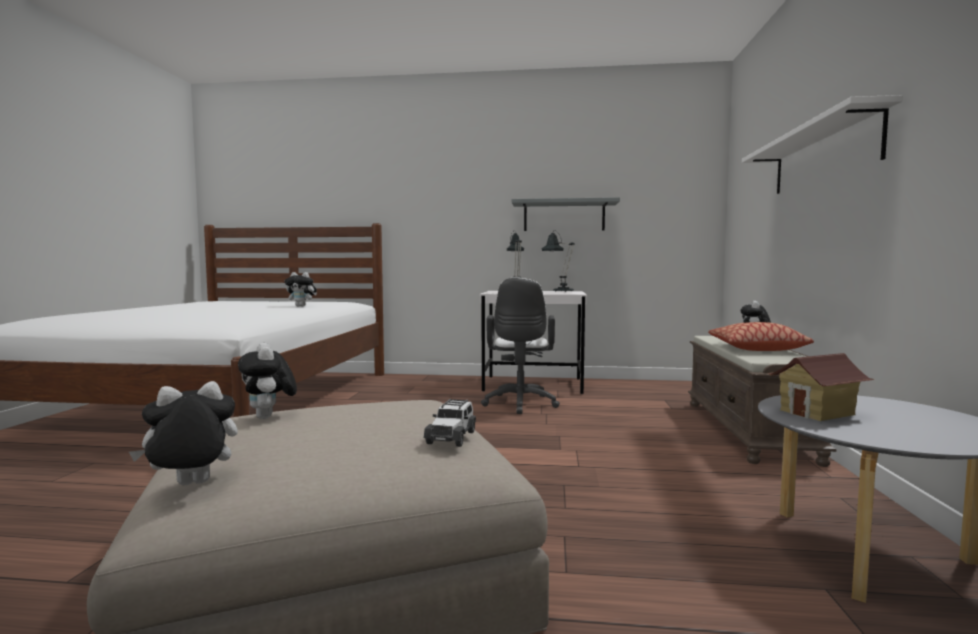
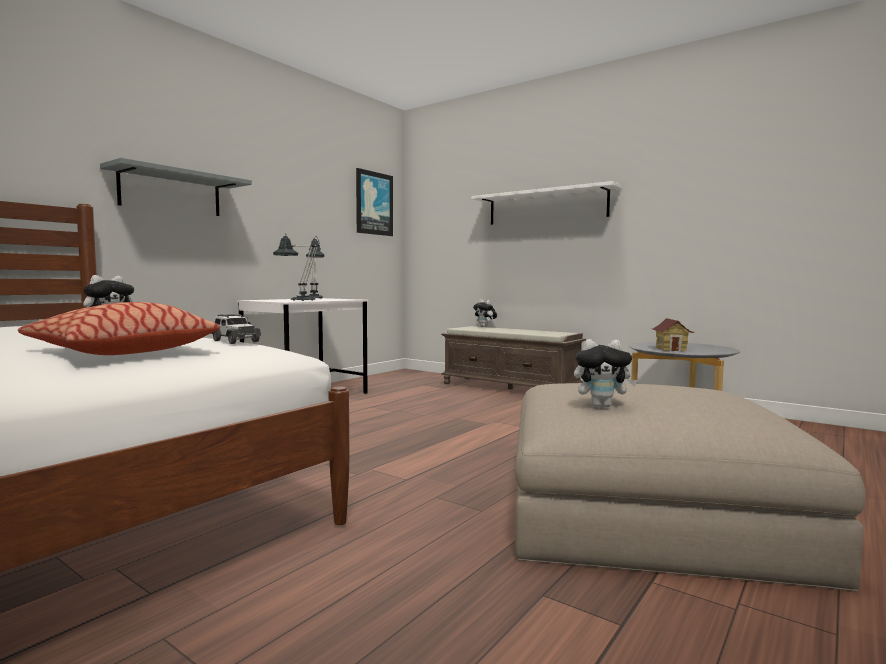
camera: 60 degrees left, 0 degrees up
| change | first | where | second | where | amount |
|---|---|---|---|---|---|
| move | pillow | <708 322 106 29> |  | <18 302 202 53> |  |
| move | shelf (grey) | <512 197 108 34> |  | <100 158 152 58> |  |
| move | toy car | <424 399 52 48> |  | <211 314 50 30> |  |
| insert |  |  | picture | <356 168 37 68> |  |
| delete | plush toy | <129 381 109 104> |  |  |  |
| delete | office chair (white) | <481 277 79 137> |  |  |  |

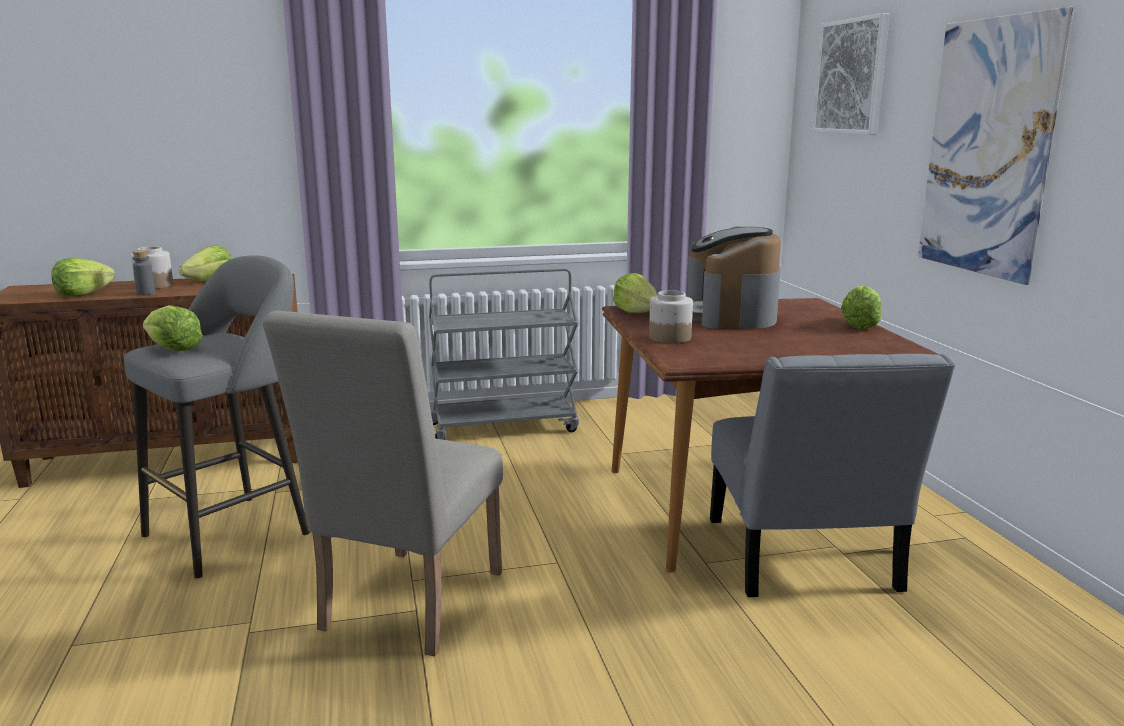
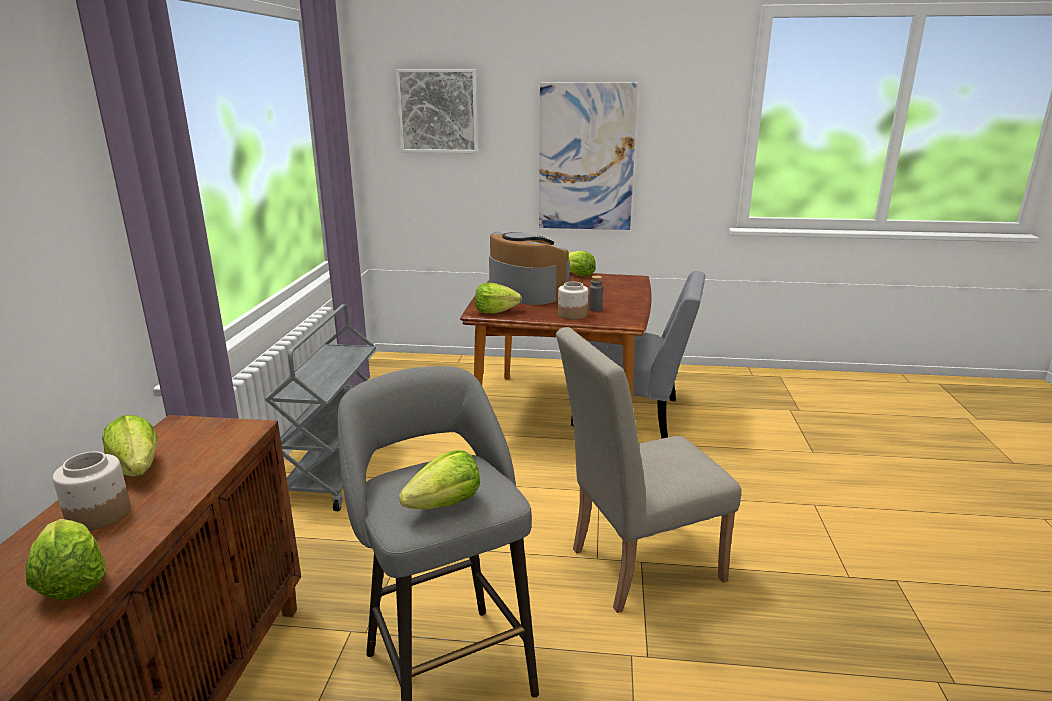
camera: 70 degrees left, 5 degrees up
| change | first | where | second | where | amount |
|---|---|---|---|---|---|
| rotate | coffee machine | <687 227 94 102> |  | <489 232 81 73> | 150 degrees counterclockwise |
| rotate | chair (beige) | <263 310 240 347> |  | <556 327 185 286> | 120 degrees clockwise |
| move | bottle (grey) | <133 250 22 45> |  | <589 275 14 36> |  |

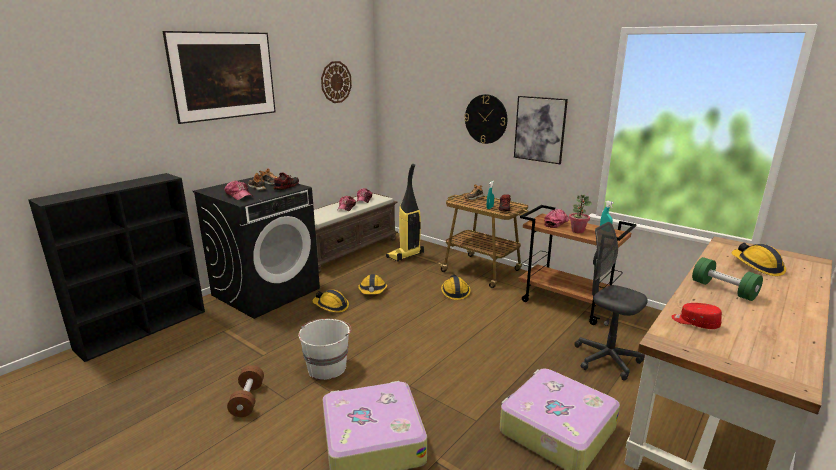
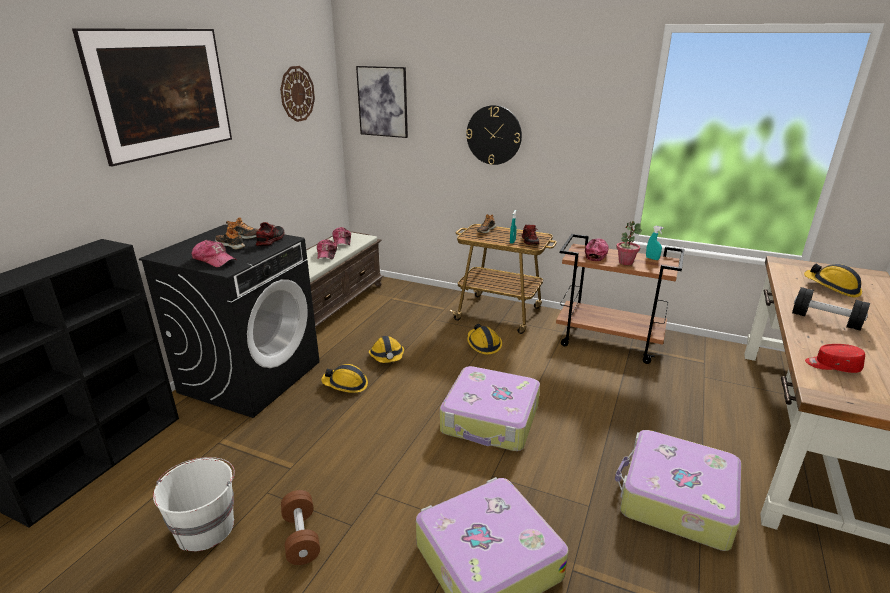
camera: 15 degrees left, 5 degrees up
| change | first | where | second | where | amount |
|---|---|---|---|---|---|
| move | bucket (white) | <299 319 52 61> |  | <153 457 82 94> |  |
| move | picture | <514 96 54 68> |  | <356 66 52 72> |  |
| insert |  |  | suitcase | <440 366 100 85> |  |
| recolor | dumbbell (green) | <692 257 71 44> | dumbbell (black) | <792 287 78 43> |  |
| delete | vacuum cleaner | <386 164 38 98> |  |  |  |
| delete | office chair (grey) | <574 222 74 159> |  |  |  |

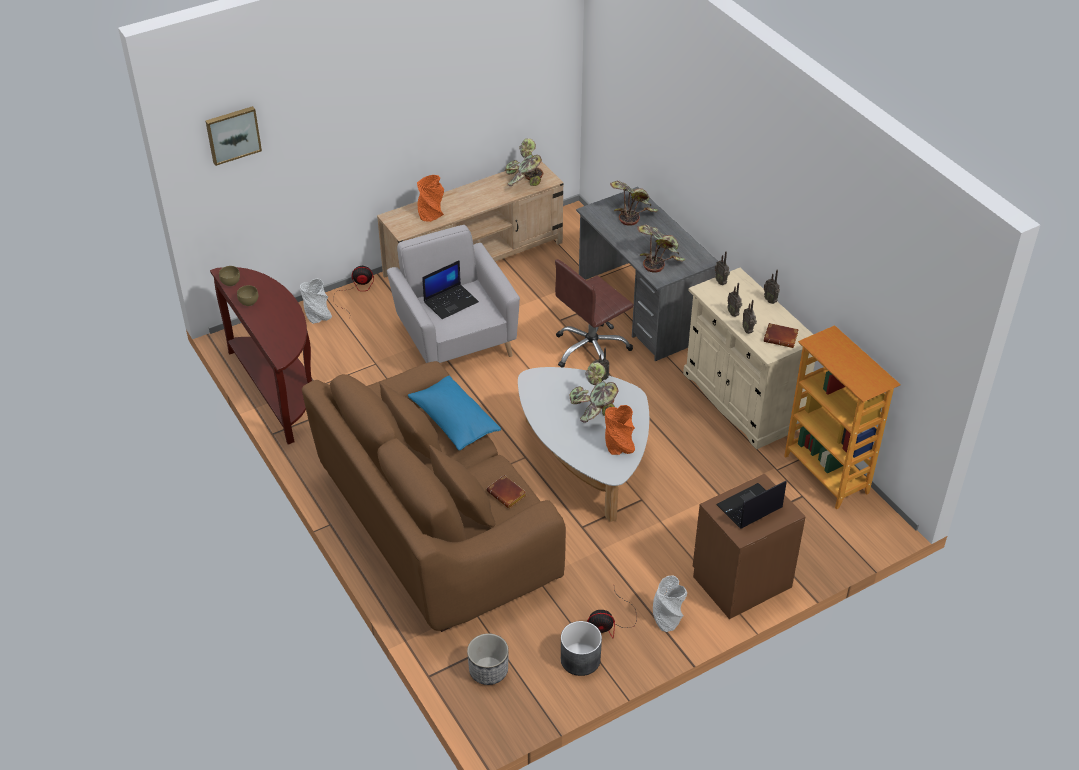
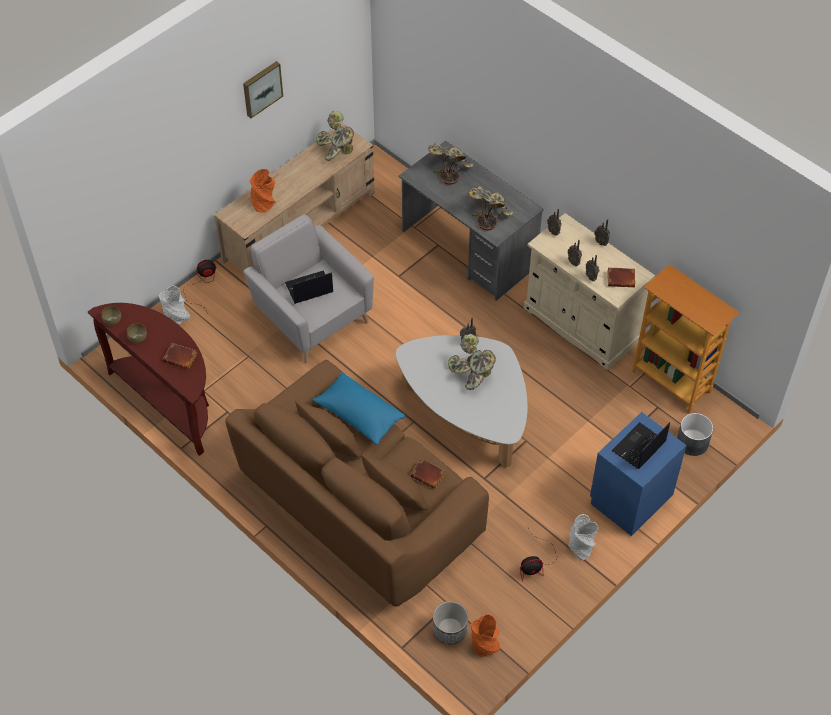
camera: 15 degrees left, 10 degrees up
| change | first | where | second | where | amount |
|---|---|---|---|---|---|
| insert |  |  | book (brown) | <163 343 34 26> |  |
| move | picture | <206 106 56 60> |  | <243 61 40 57> |  |
| rotate | laptop | <422 260 57 59> |  | <285 270 48 34> | 150 degrees counterclockwise |
| move | vase (orange) | <605 405 30 50> |  | <471 614 29 43> |  |
| recolor | nightstand (brown) | <693 473 113 146> | nightstand (blue) | <590 412 96 124> |  |
| move | planter (grey) | <561 621 41 55> |  | <677 413 36 43> |  |
| delete | office chair (brown) | <555 259 78 109> |  |  |  |

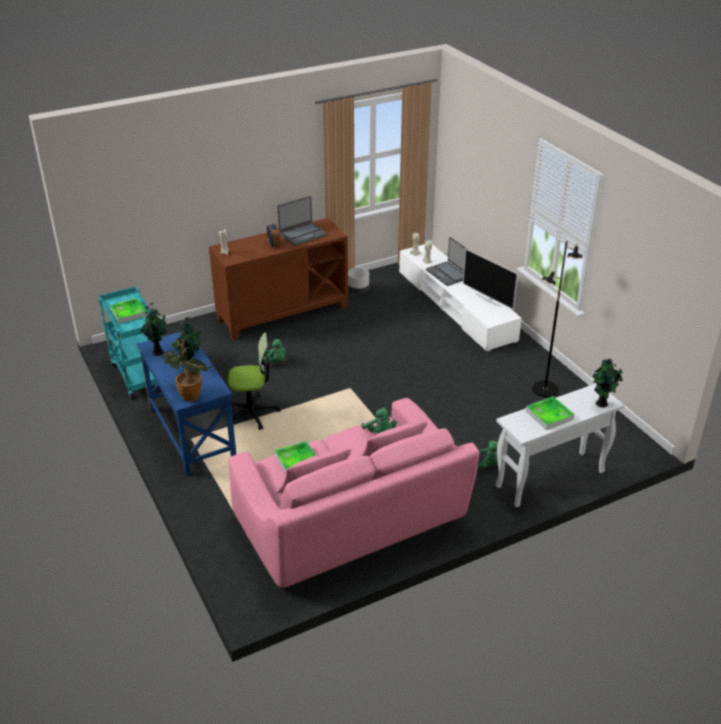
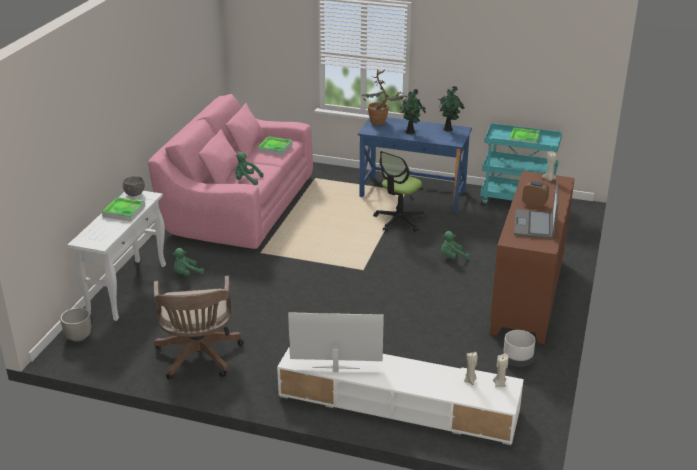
camera: 135 degrees right, 5 degrees down
| change | first | where | second | where | amount |
|---|---|---|---|---|---|
| insert |  |  | planter (grey) | <60 308 31 34> |  |
| insert |  |  | bowl (grey) | <123 176 22 20> |  |
| replace | floor lamp (black) | <532 241 50 156> | office chair (brown) | <154 276 90 104> |  |
| delete | laptop | <426 237 43 49> |  |  |  |
| delete | potted plant | <593 359 30 49> |  |  |  |

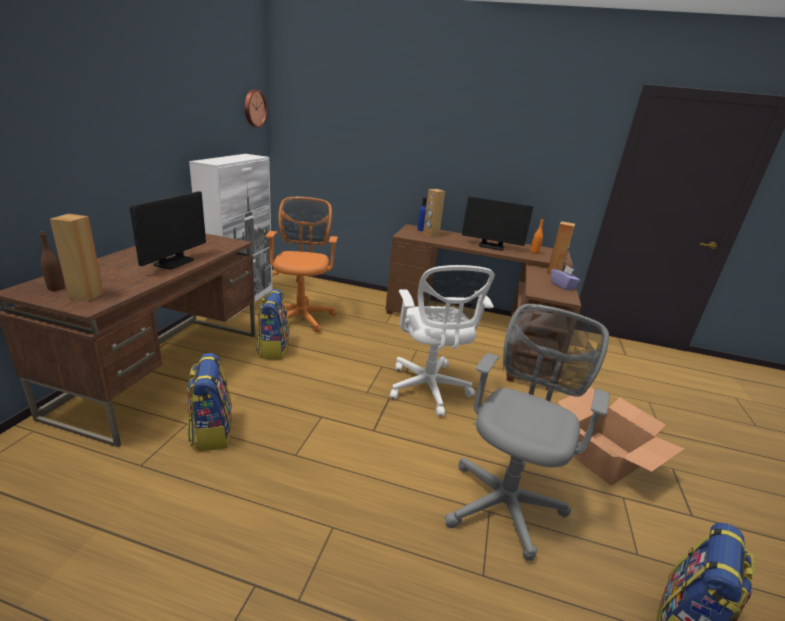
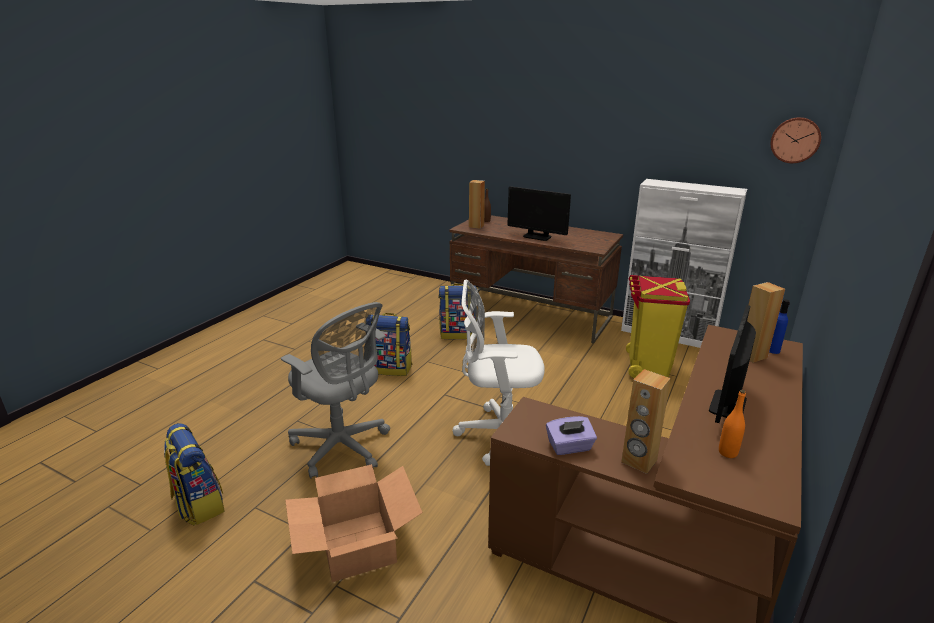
camera: 105 degrees right, 0 degrees up
| change | first | where | second | where | amount |
|---|---|---|---|---|---|
| move | backpack | <256 289 34 70> |  | <370 313 43 63> |  |
| replace | office chair (orange) | <266 197 72 136> | trash can (yellow) | <626 275 64 103> |  |

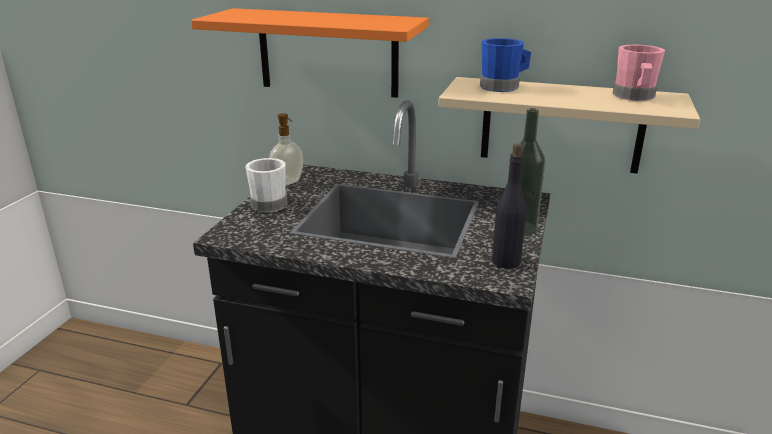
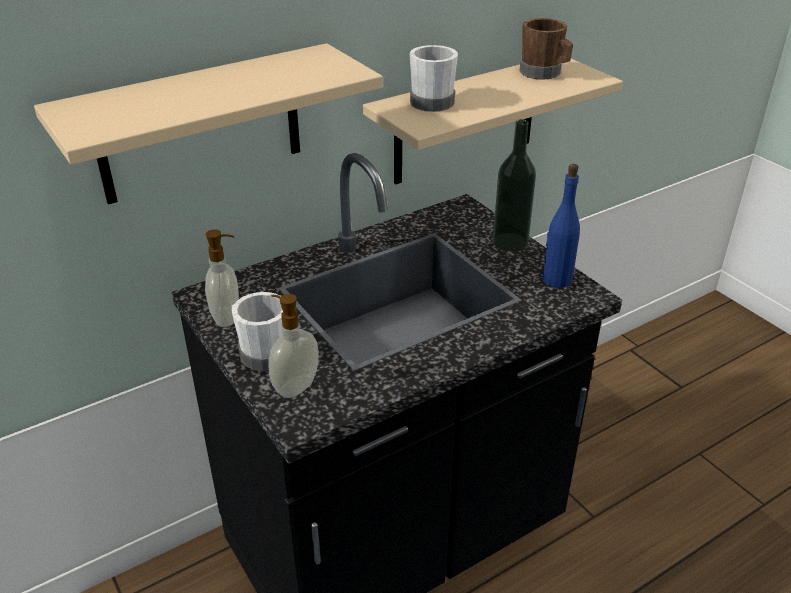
camera: 50 degrees left, 10 degrees up
| change | first | where | second | where | amount |
|---|---|---|---|---|---|
| recolor | shelf (orange) | <191 8 238 90> | shelf (beige) | <34 43 349 161> |  |
| insert |  |  | soap dispenser | <268 294 51 104> |  |
| recolor | mug (blue) | <480 38 51 54> | mug (white) | <410 45 48 67> |  |
| recolor | mug (pink) | <613 45 52 56> | mug (brown) | <520 18 53 62> |  |
| recolor | bottle (black) | <492 143 34 126> | bottle (blue) | <543 164 37 124> |  |

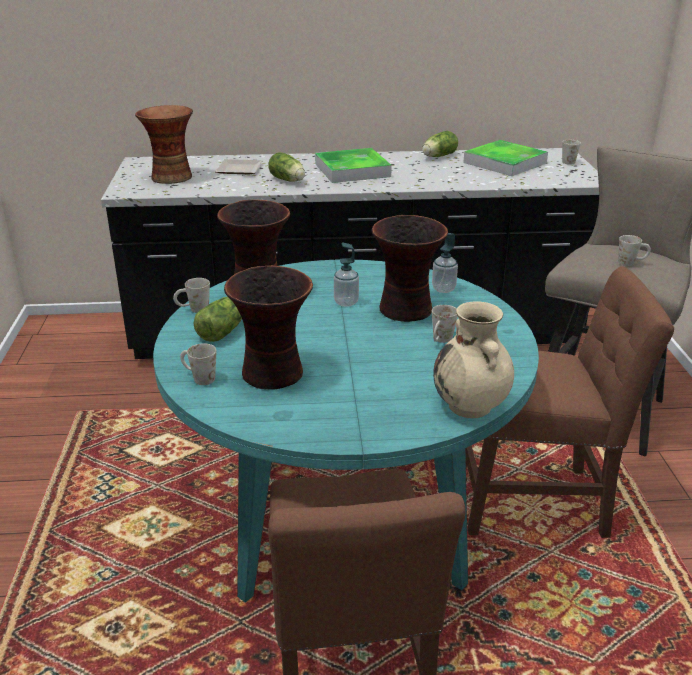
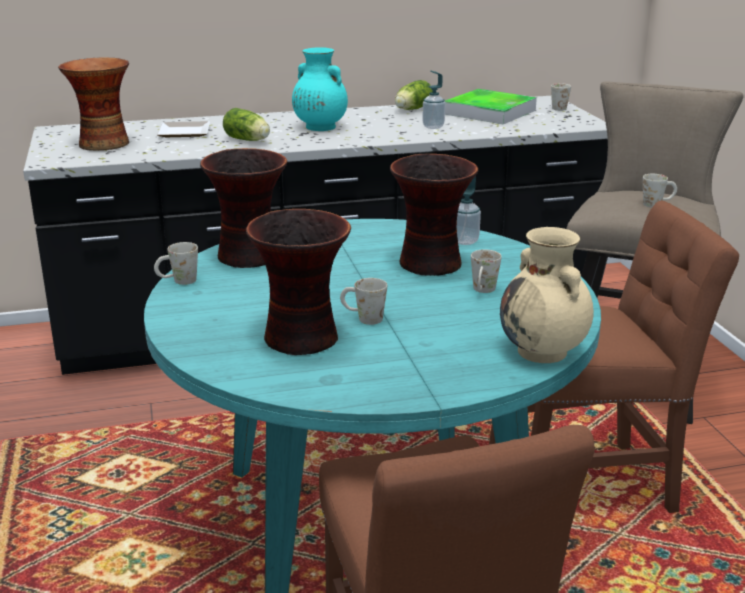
camera: 10 degrees left, 5 degrees down
| change | first | where | second | where | amount |
|---|---|---|---|---|---|
| replace | tray | <315 148 77 35> | vase (turquoise) | <292 47 56 84> |  |
| move | mug (white) | <180 343 36 42> |  | <340 278 47 47> |  |
| move | soap dispenser | <334 242 25 65> |  | <422 70 23 59> |  |
| delete | lettuce | <193 297 49 45> |  |  |  |

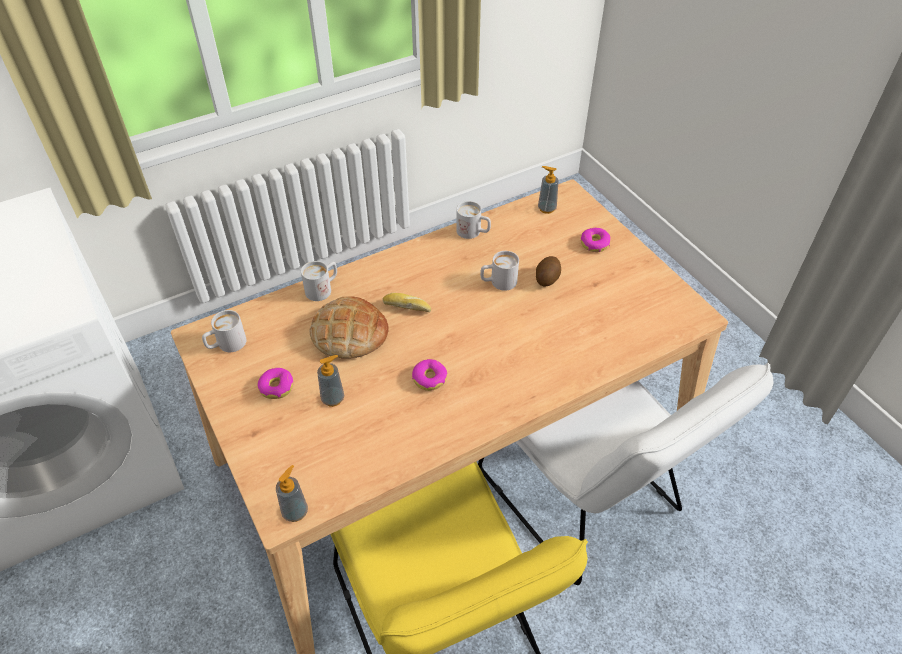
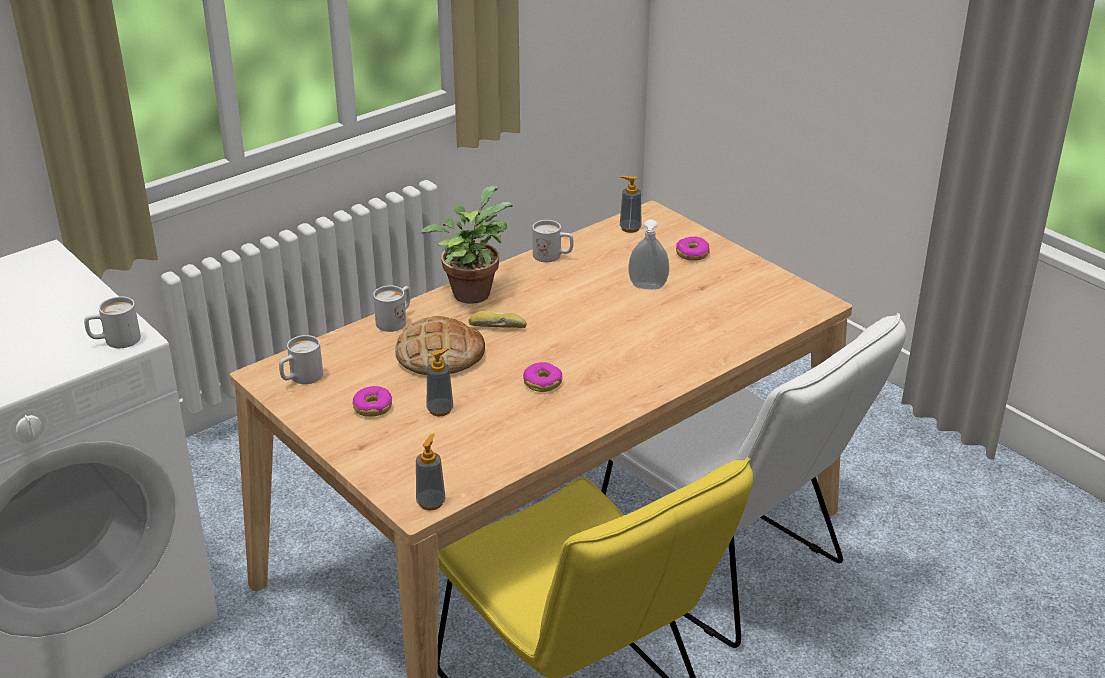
camera: 10 degrees left, 15 degrees down
| change | first | where | second | where | amount |
|---|---|---|---|---|---|
| move | mug (white) | <480 251 39 40> |  | <84 296 57 52> |  |
| insert |  |  | potted plant | <421 185 92 119> |  |
| replace | potato | <536 256 25 30> | soap dispenser | <628 219 41 71> |  |

